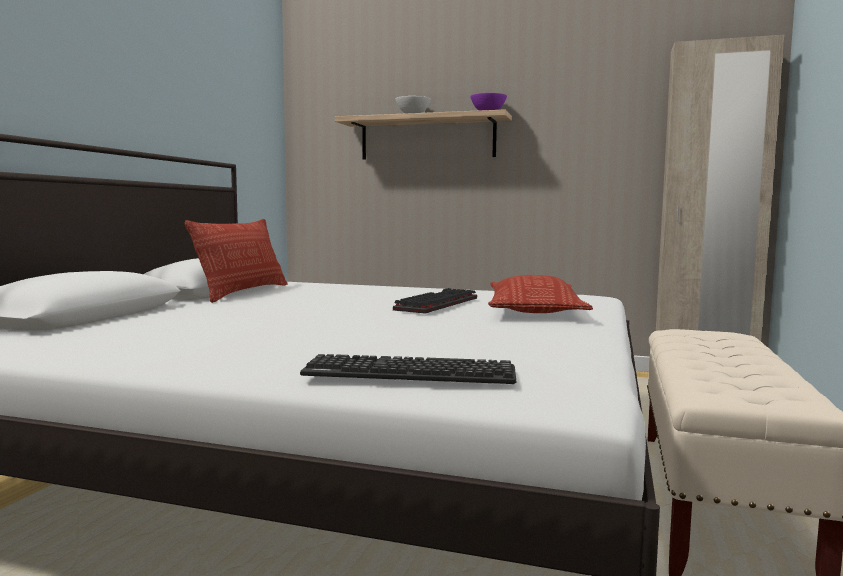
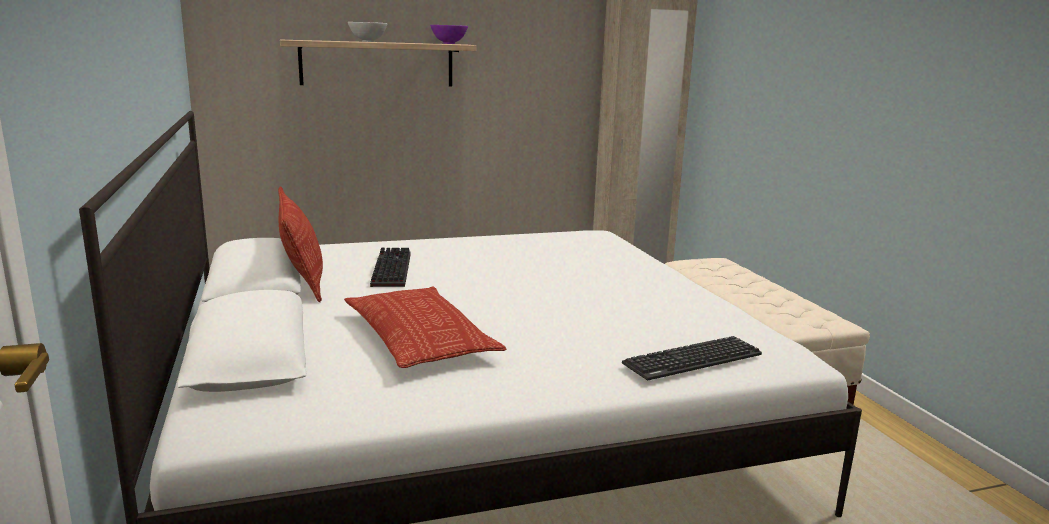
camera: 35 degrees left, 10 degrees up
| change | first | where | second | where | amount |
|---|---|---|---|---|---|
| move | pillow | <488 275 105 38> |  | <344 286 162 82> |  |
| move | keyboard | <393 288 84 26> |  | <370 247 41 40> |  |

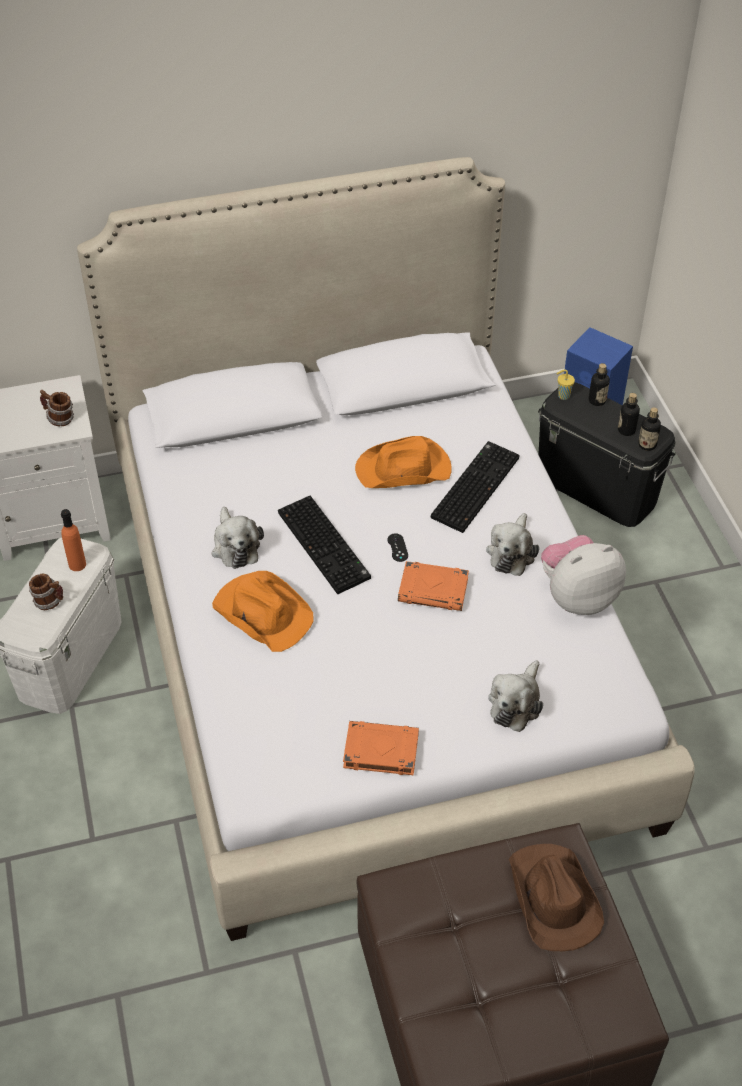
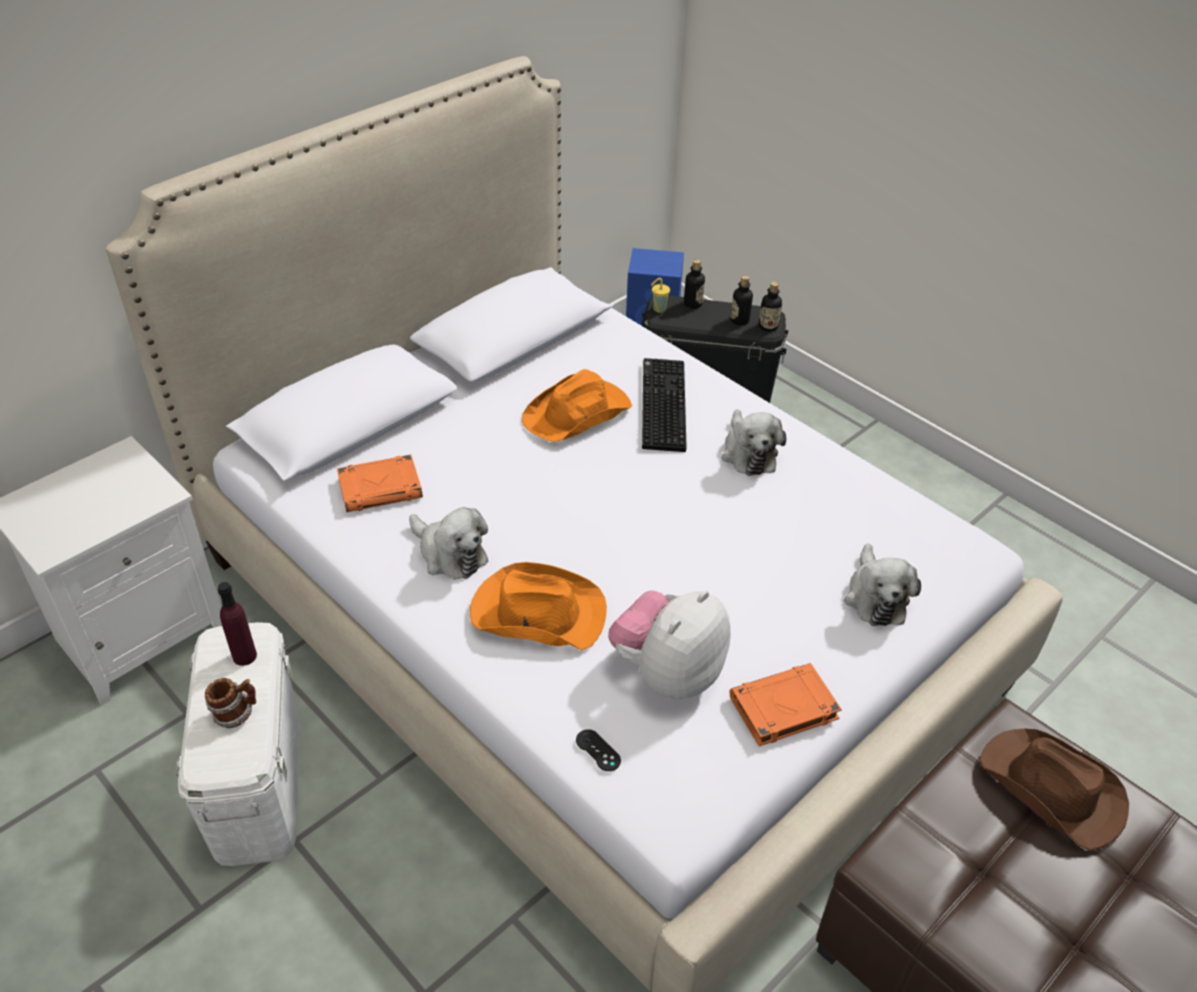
camera: 30 degrees left, 5 degrees down
| change | first | where | second | where | amount |
|---|---|---|---|---|---|
| recolor | bottle (orange) | <61 509 25 62> | bottle (purple) | <218 582 39 84> |  |
| move | book (orange) | <398 561 71 50> |  | <337 454 86 58> |  |
| move | game controller (black) | <387 533 21 29> |  | <576 729 45 42> |  |
| move | plush toy | <541 535 85 80> |  | <608 590 122 109> |  |
| delete | mug | <40 390 34 36> |  |  |  |
| delete | keyboard | <278 496 93 98> |  |  |  |

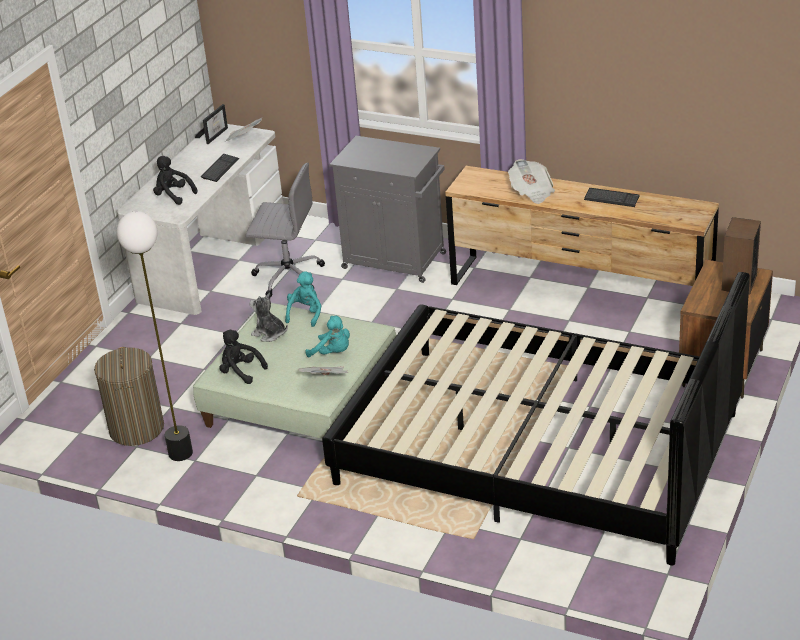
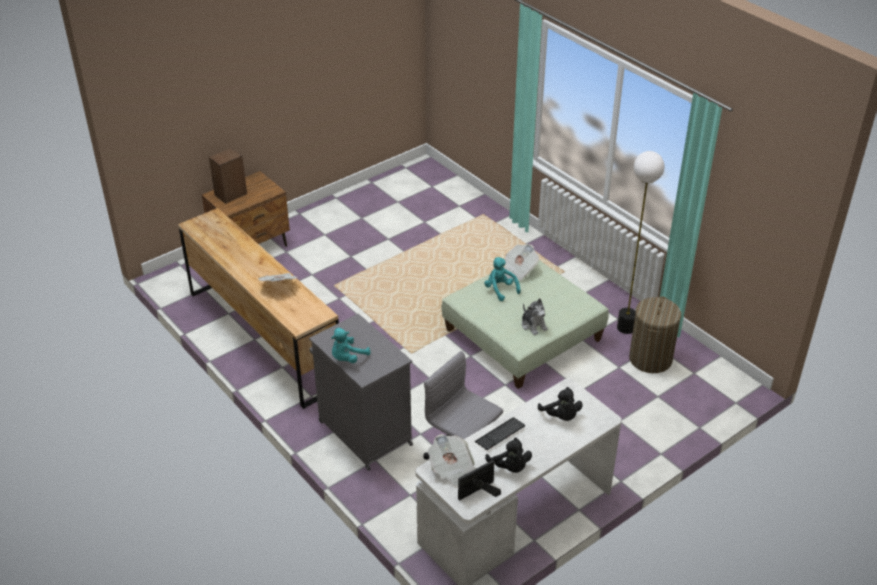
camera: 155 degrees left, 5 degrees up
| change | first | where | second | where | amount |
|---|---|---|---|---|---|
| move | plush toy (turquoise) | <285 271 36 56> |  | <331 328 40 35> |  |
| move | plush toy (black) | <220 330 48 54> |  | <485 438 47 35> |  |
| delete | bed (black) | <322 272 428 294> |  |  |  |
| delete | keyboard | <584 188 56 19> |  |  |  |

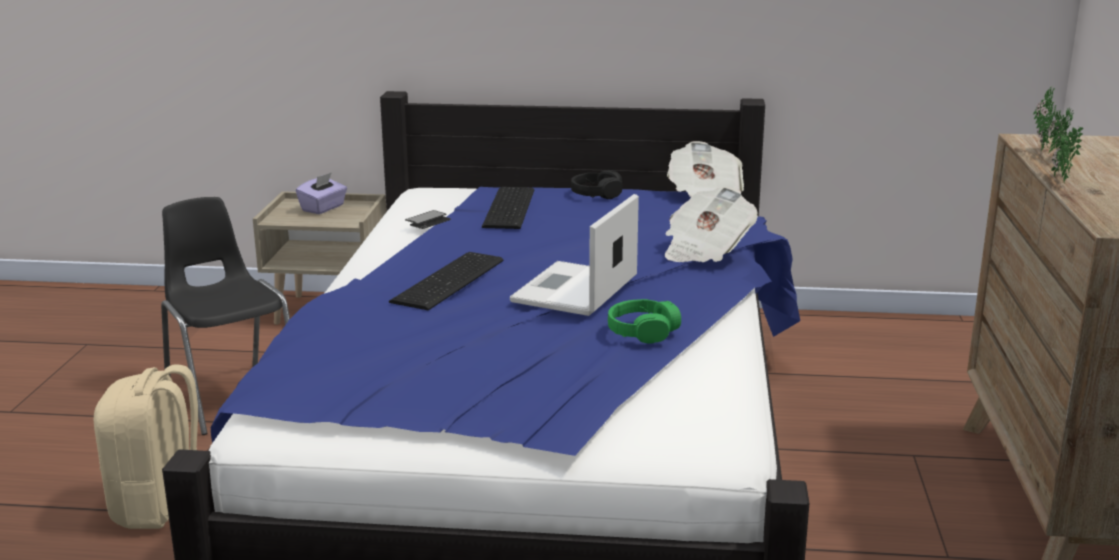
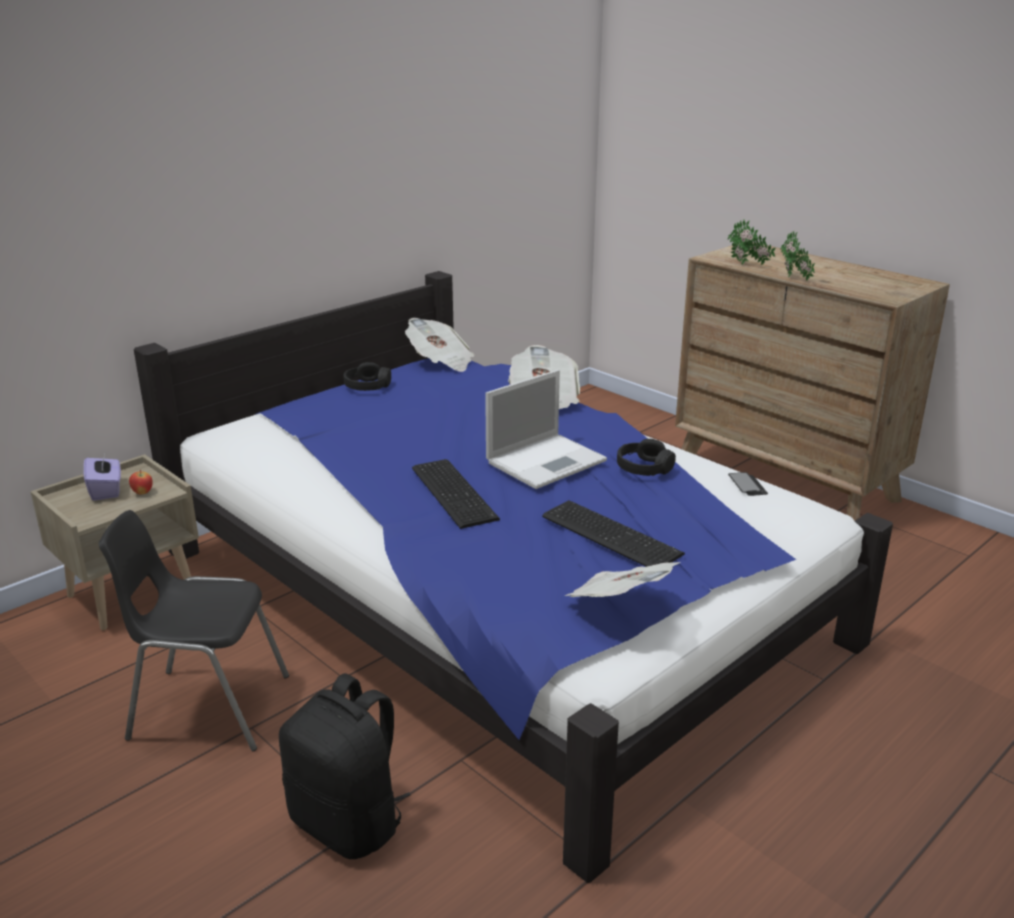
camera: 50 degrees left, 5 degrees up
| change | first | where | second | where | amount |
|---|---|---|---|---|---|
| insert |  |  | apple | <129 470 24 24> |  |
| recolor | backpack (beige) | <94 365 104 164> | backpack (black) | <279 673 132 186> |  |
| rotate | laptop | <510 194 129 122> |  | <485 370 122 119> | 105 degrees counterclockwise |
| move | keyboard | <482 187 52 42> |  | <542 500 143 67> |  |
| insert |  |  | newspaper | <565 562 116 35> |  |
| recolor | headphones (green) | <608 299 73 44> | headphones (black) | <617 439 59 37> |  |
| move | phone | <405 210 46 19> |  | <728 472 40 24> |  |

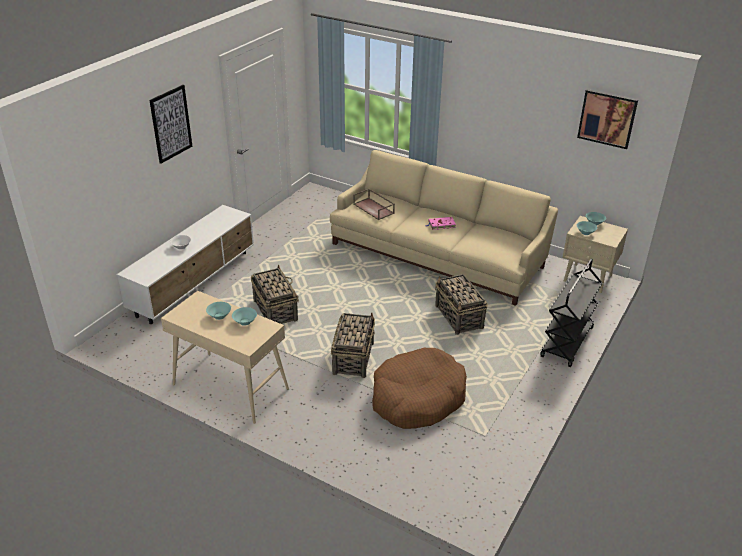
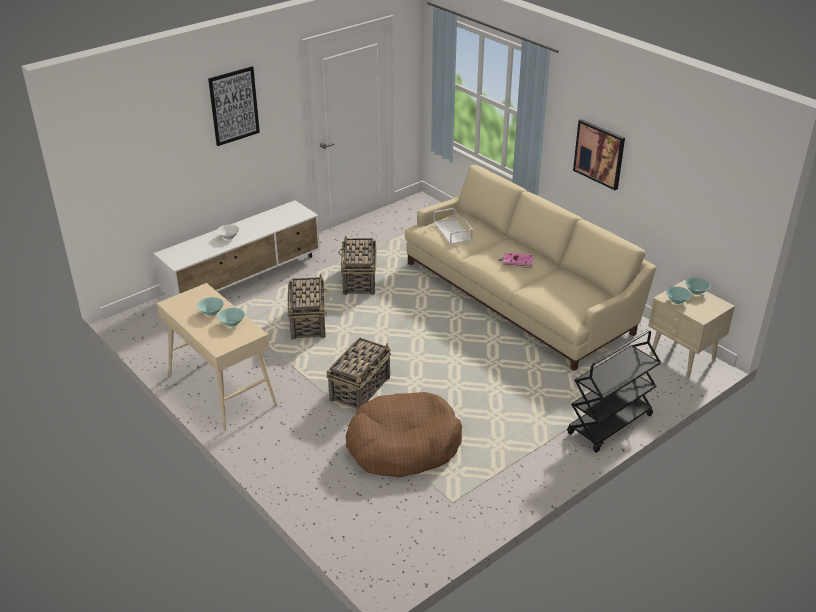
camera: 20 degrees right, 0 degrees up
| change | first | where | second | where | amount |
|---|---|---|---|---|---|
| move | basket | <435 274 53 61> |  | <338 235 39 60> |  |
| recolor | tray (brown) | <353 189 42 31> | tray (white) | <433 208 40 37> |  |
| move | picture | <577 89 61 60> |  | <573 119 52 71> |  |

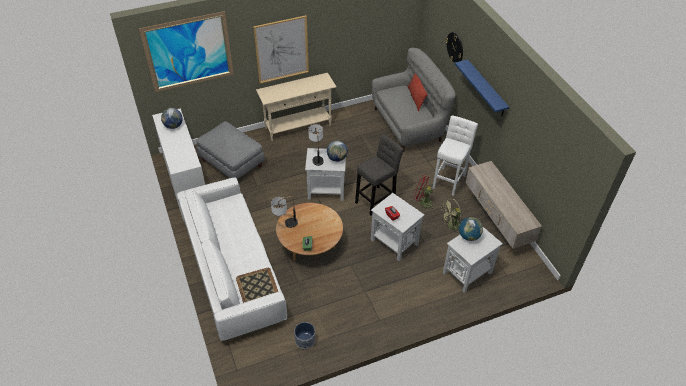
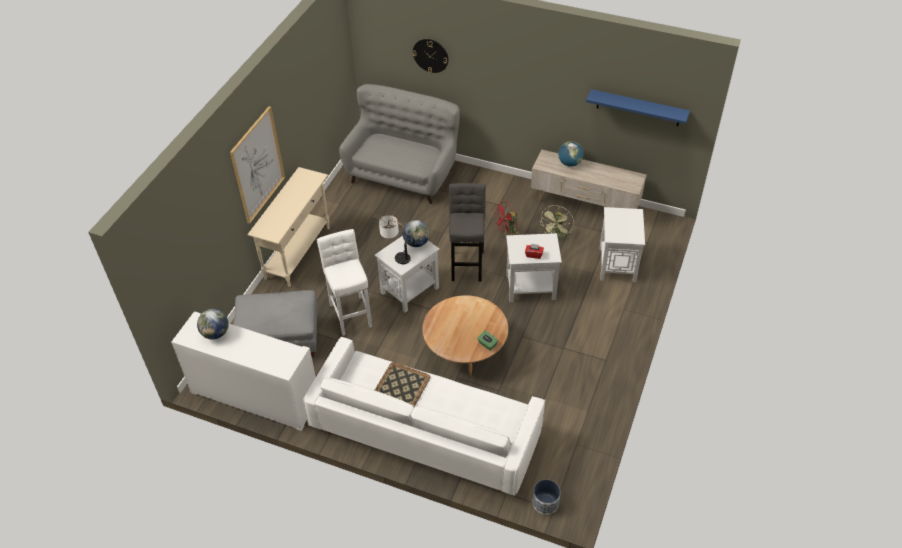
camera: 45 degrees left, 0 degrees up
| change | first | where | second | where | amount |
|---|---|---|---|---|---|
| move | stool (white) | <432 116 46 80> |  | <317 229 55 107> |  |
| move | tray | <236 268 42 35> |  | <375 362 55 45> |  |
| move | planter | <294 322 21 27> |  | <533 479 28 36> |  |
| move | globe | <459 217 24 24> |  | <558 141 26 26> |  |
| move | shelf (blue) | <455 59 54 57> |  | <586 89 104 37> |  |
| delete | picture | <139 11 95 81> |  |  |  |
| delete | table lamp | <271 196 27 32> |  |  |  |
| delete | pillow | <408 73 20 39> |  |  |  |

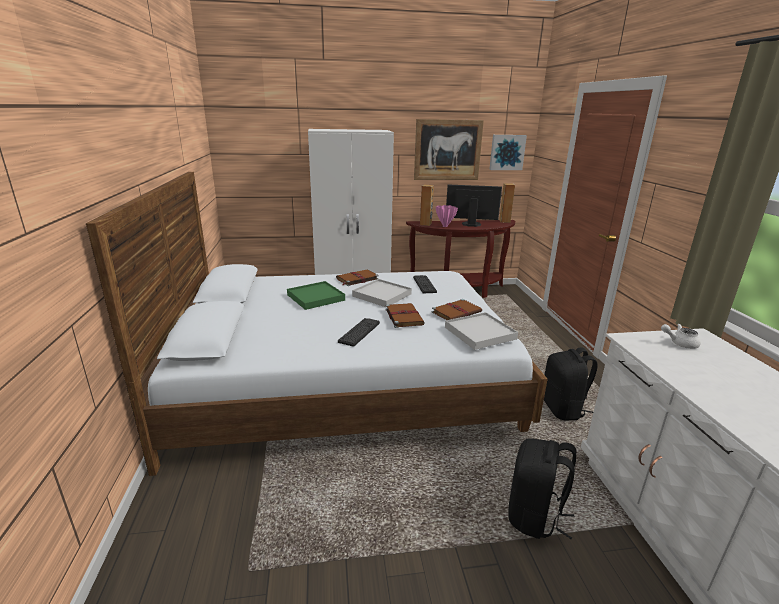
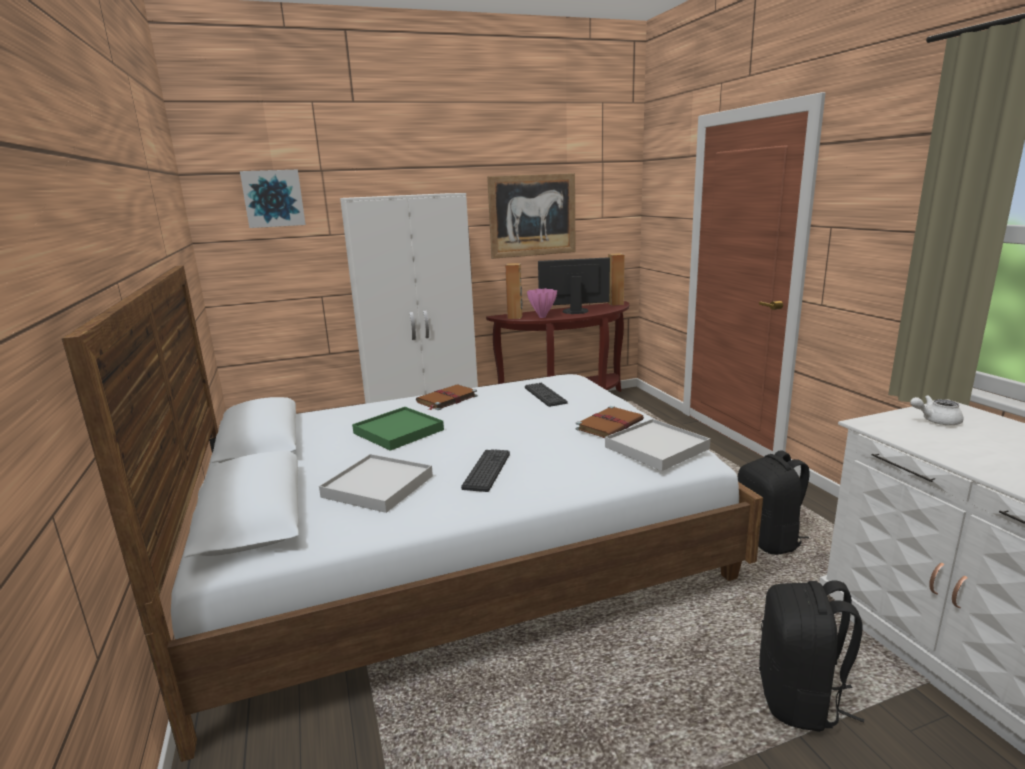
camera: 10 degrees left, 5 degrees down
| change | first | where | second | where | amount |
|---|---|---|---|---|---|
| move | picture | <489 135 38 35> |  | <240 170 66 58> |  |
| move | tray (white) | <352 279 60 28> |  | <319 454 114 59> |  |
| delete | book (brown) | <385 303 39 25> |  |  |  |

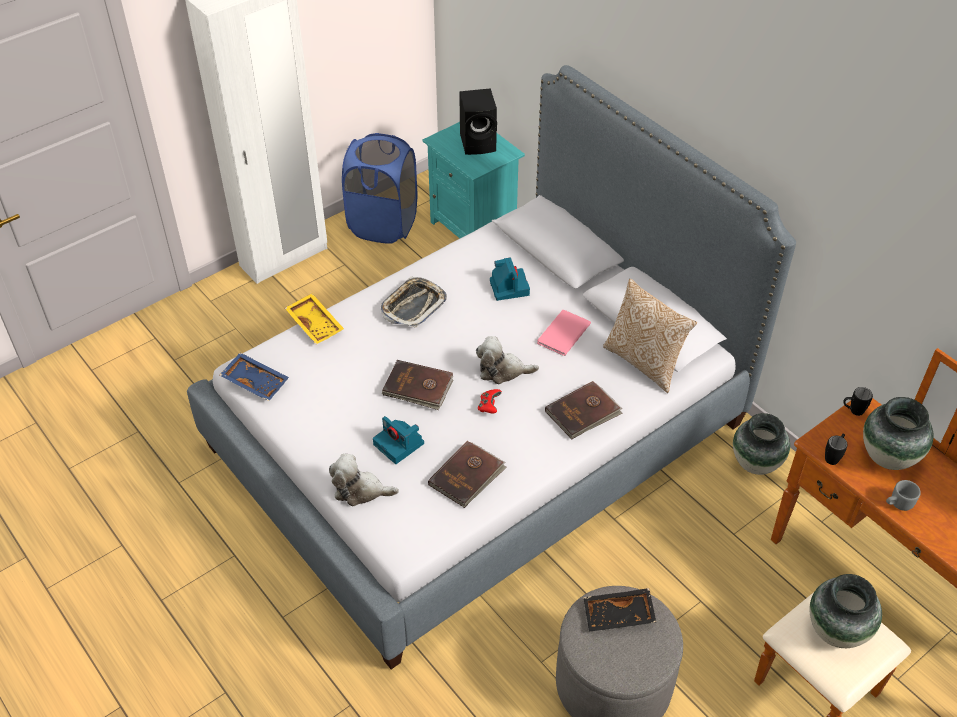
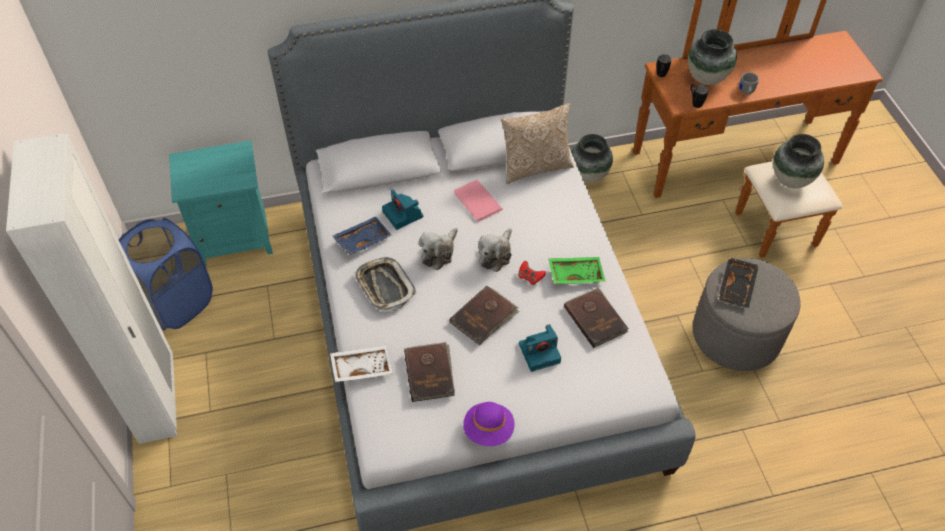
camera: 65 degrees left, 5 degrees up
| change | first | where | second | where | amount |
|---|---|---|---|---|---|
| recolor | tray (yellow) | <285 293 59 52> | tray (white) | <330 346 63 36> |  |
| move | tray (blue) | <220 352 69 49> |  | <332 217 60 38> |  |
| rotate | photo camera | <490 257 40 44> |  | <382 190 41 40> | 135 degrees counterclockwise |
| move | book (brown) | <545 381 78 58> |  | <404 342 51 60> |  |
| move | plush toy | <329 454 70 52> |  | <419 228 39 42> |  |
| insert |  |  | hat (purple) | <463 402 52 44> |  |
| insert |  |  | tray (green) | <548 257 58 27> |  |
| delete | speaker (black) | <459 88 38 67> |  |  |  |

